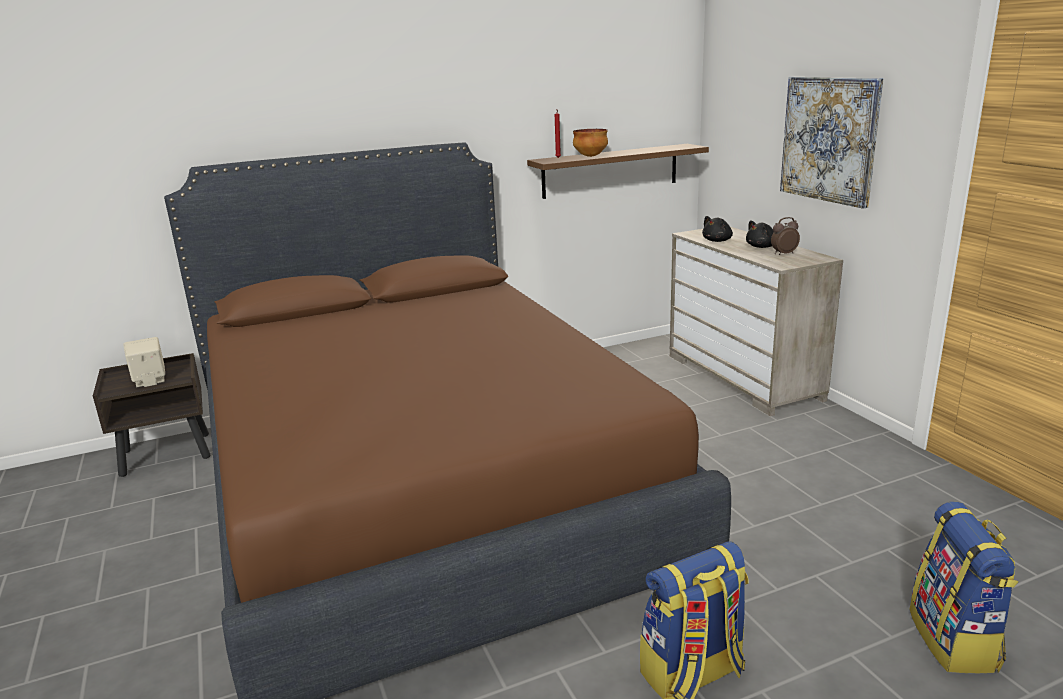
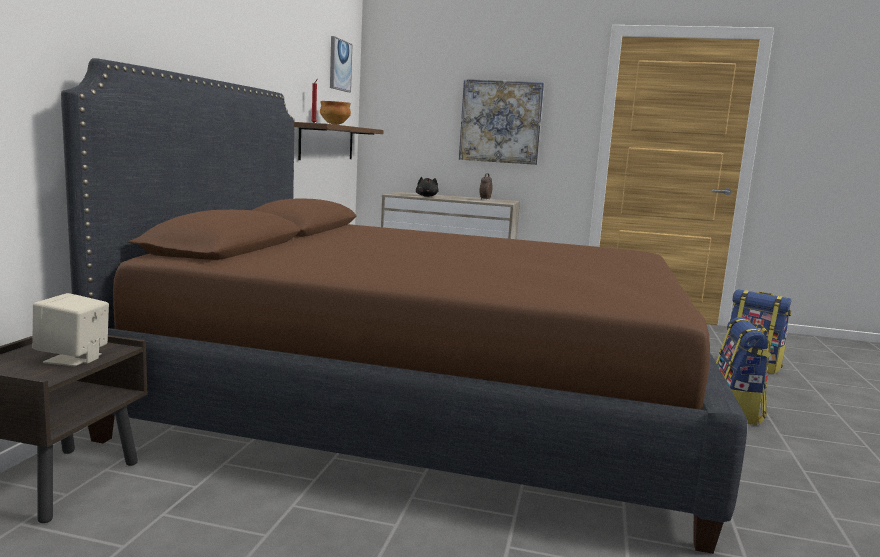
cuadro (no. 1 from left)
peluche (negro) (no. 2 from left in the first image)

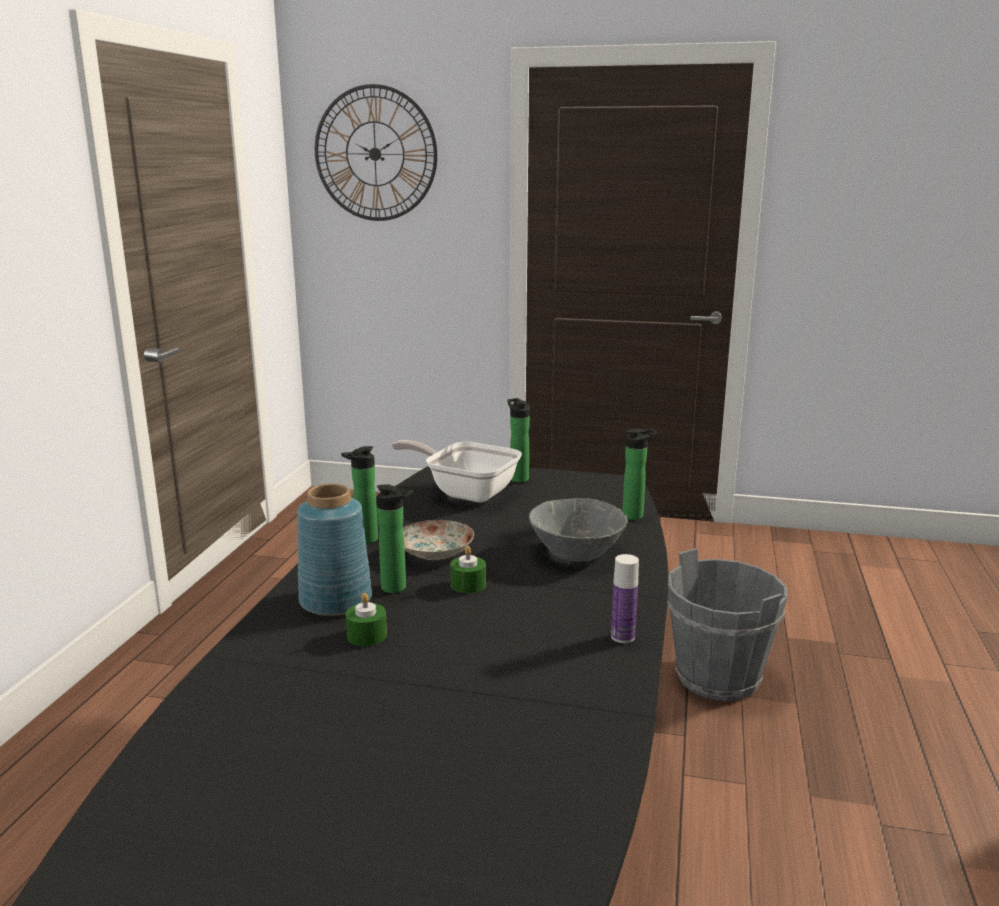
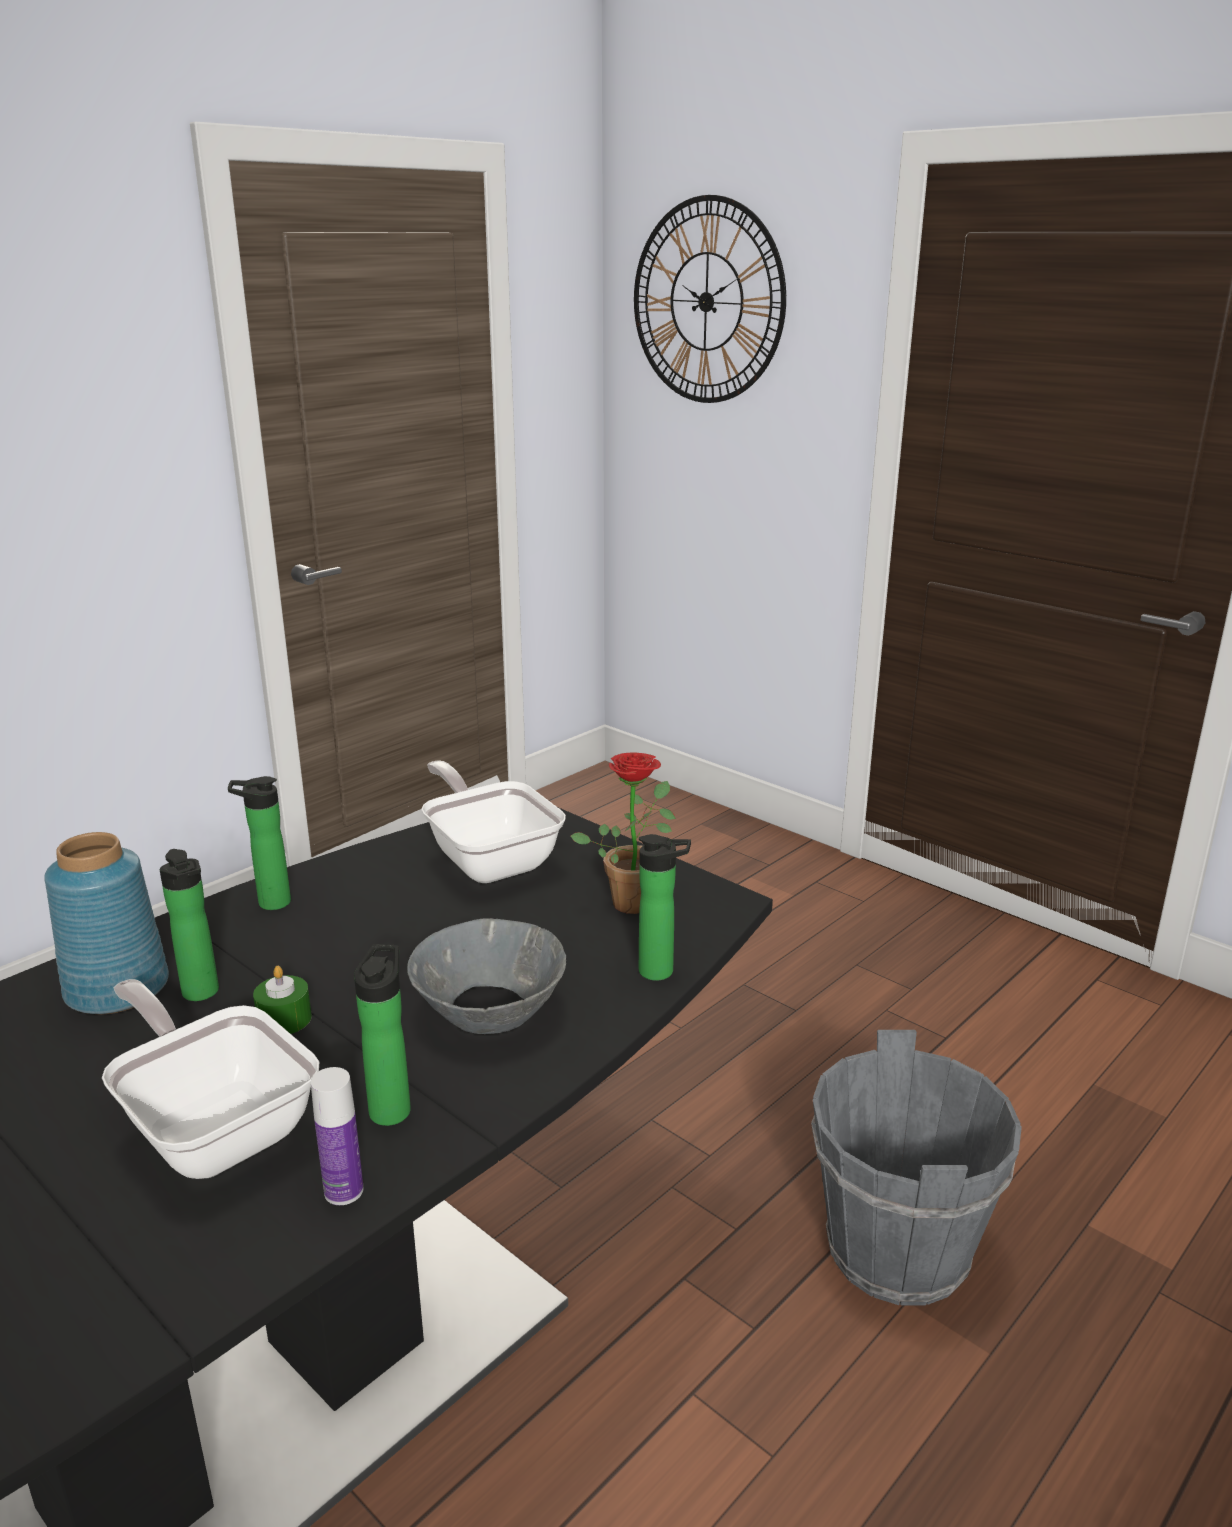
sartén (no. 1 from left)
botella (no. 4 from left)
planta en maceta
vela (verde) (no. 1 from left in the first image)
plato

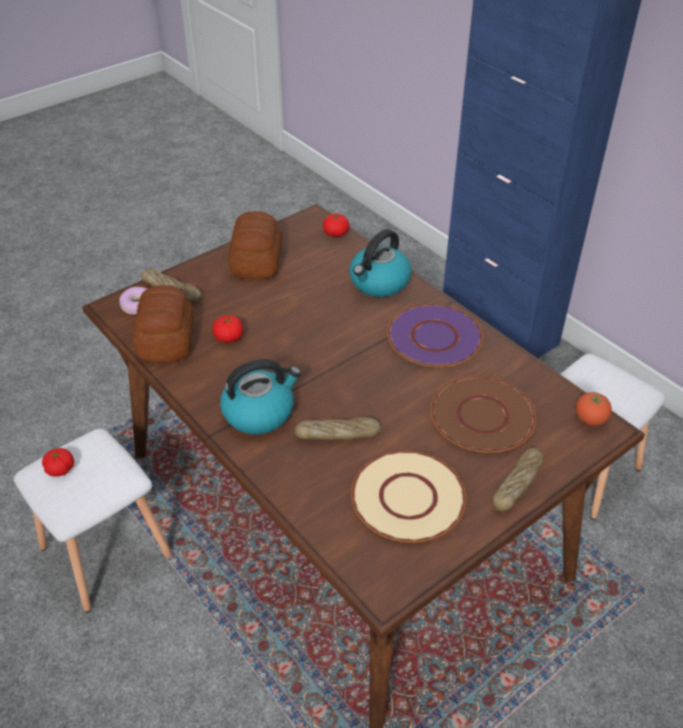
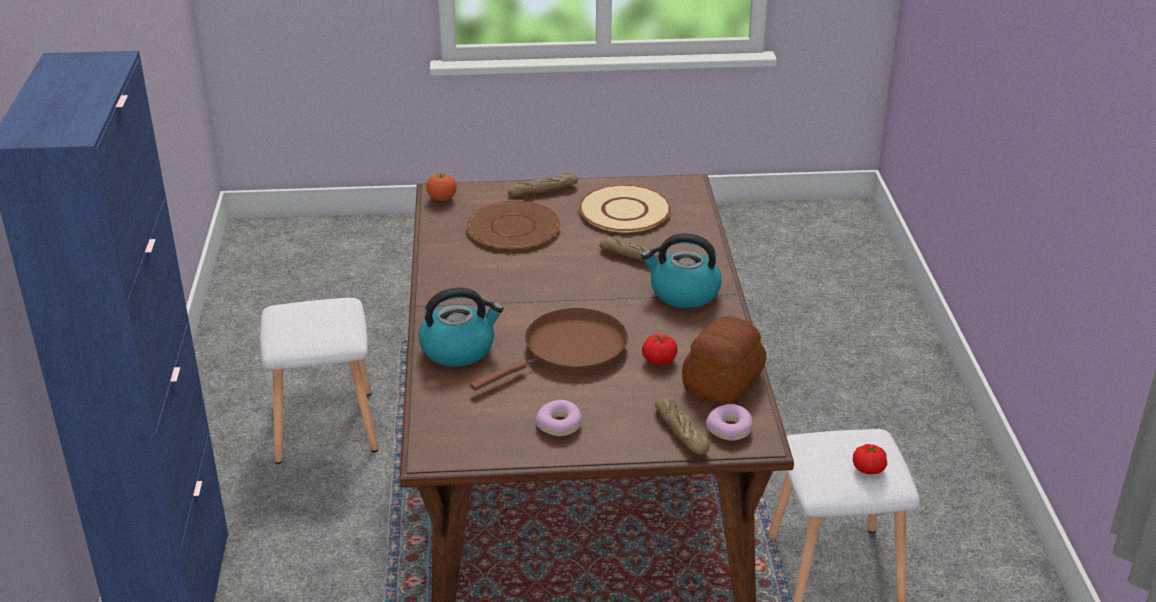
sartén (marrón)
rosquilla (no. 1 from left)
tomate (no. 3 from left in the first image)
plato (morado)

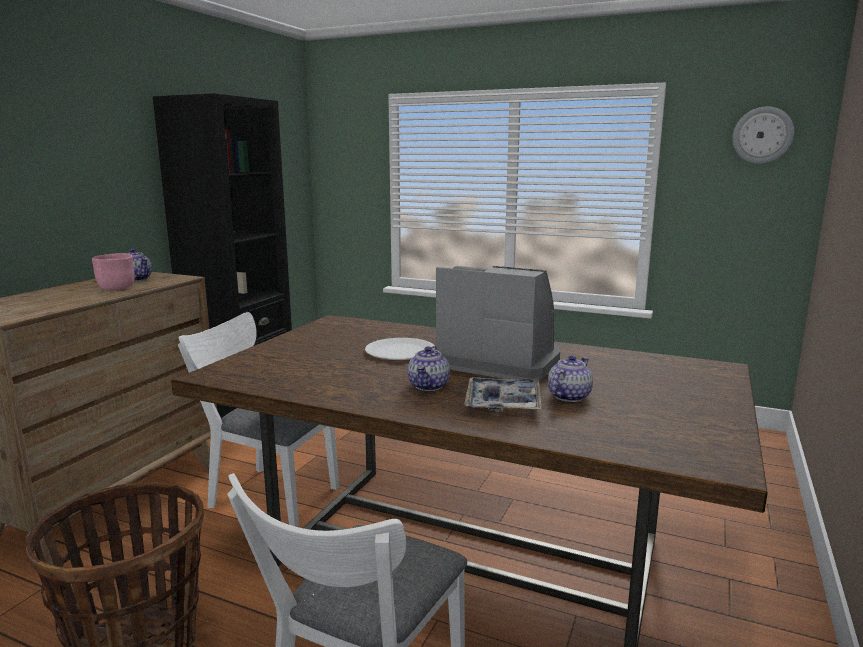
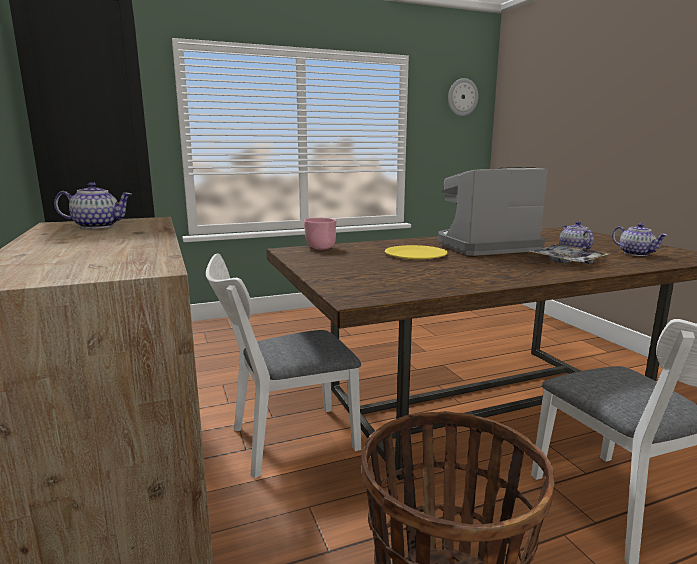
cuenco (rosa)
plato (amarillo)
tetera (no. 3 from left)

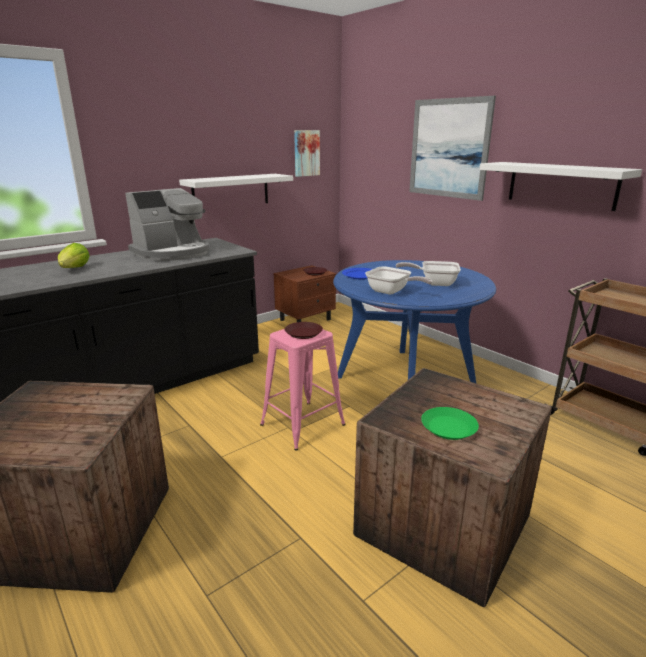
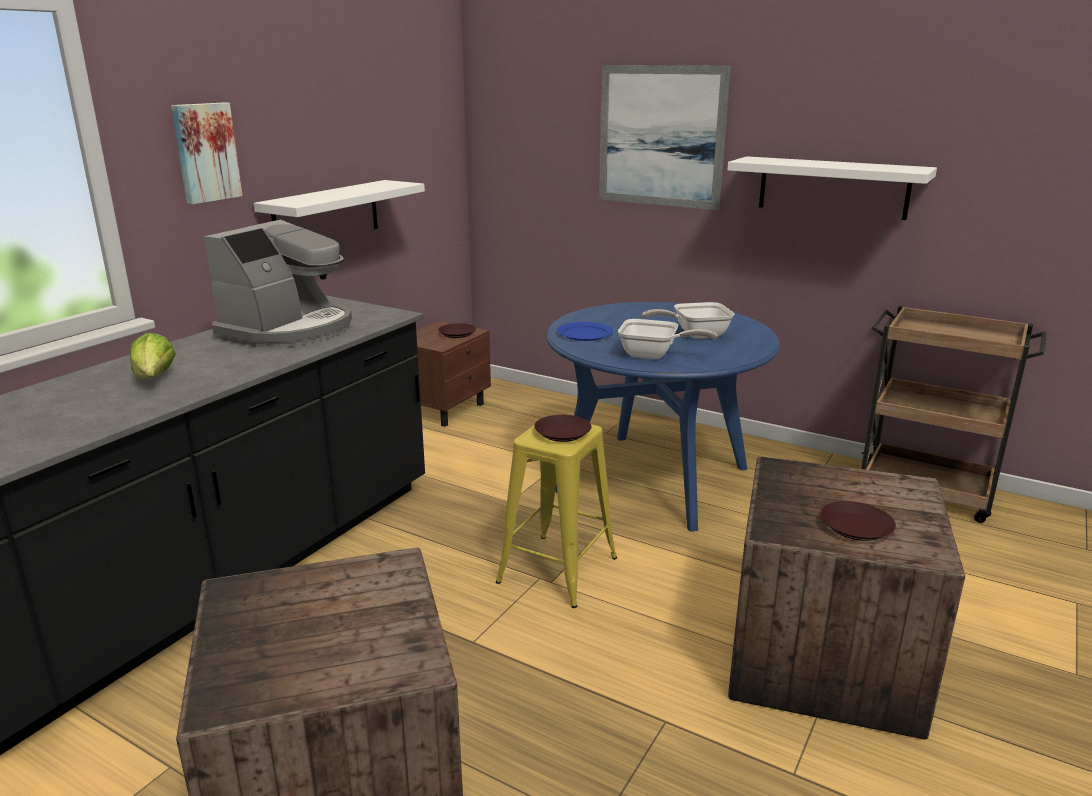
cuadro (no. 1 from left)
taburete (amarillo)
plato (marrón) (no. 3 from left)

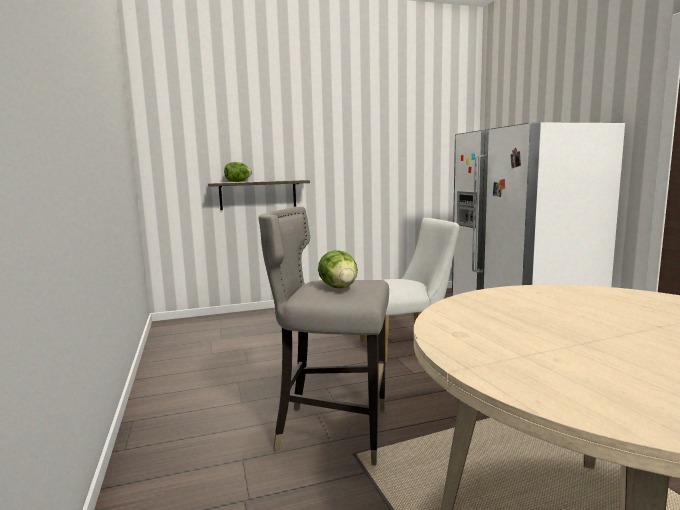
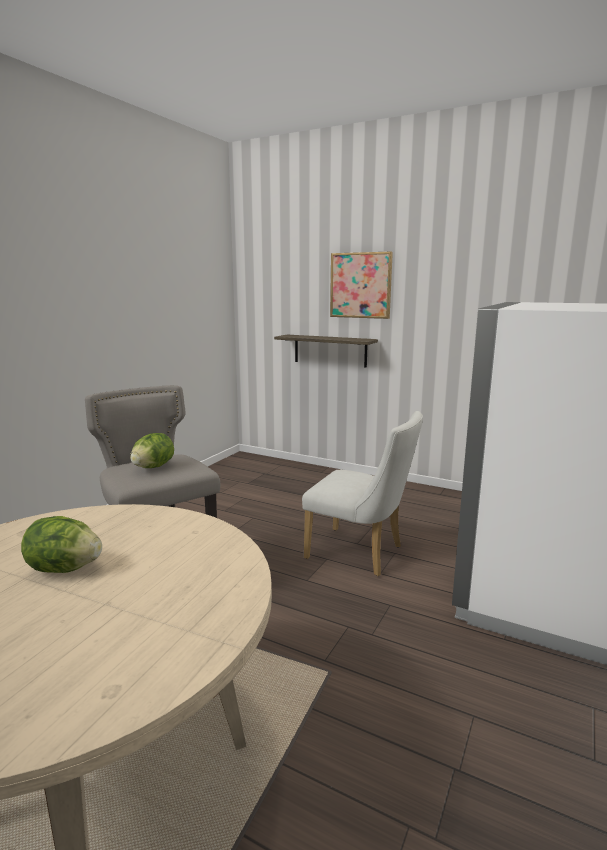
lechuga (no. 1 from left)
cuadro

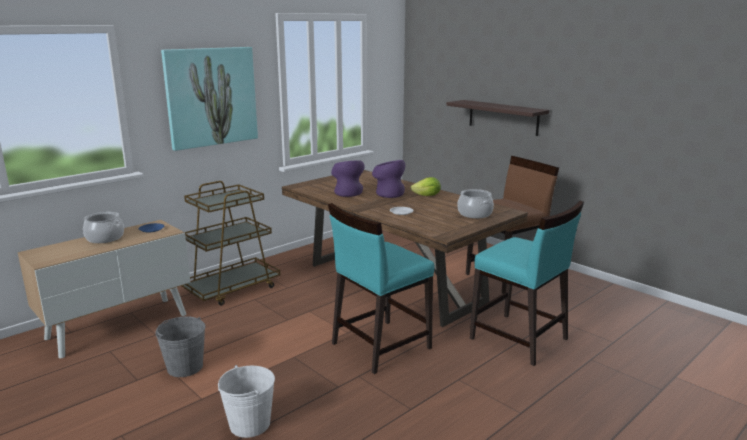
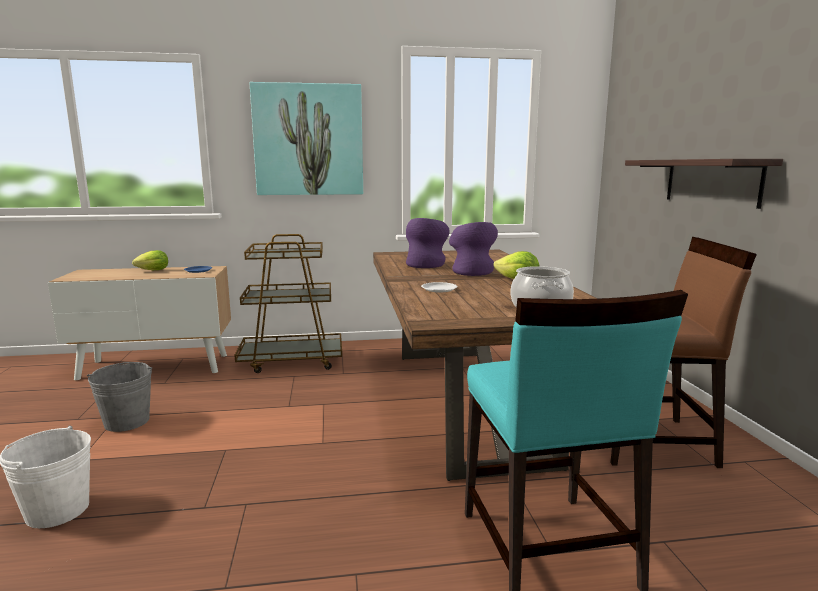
lechuga (no. 1 from left)
silla (turquesa) (no. 1 from left in the first image)

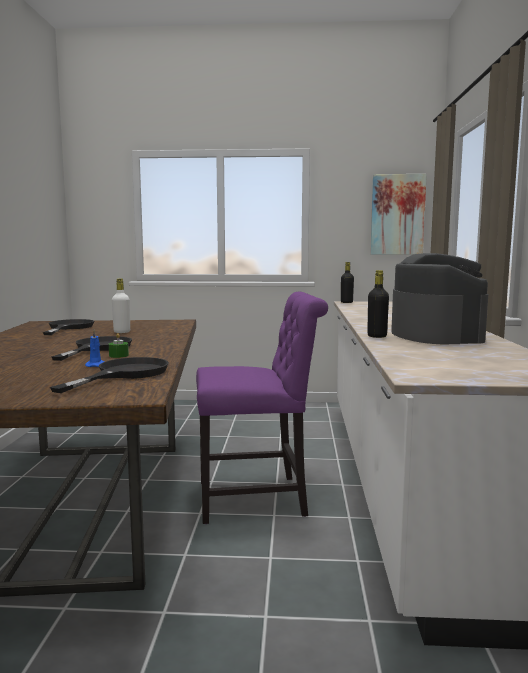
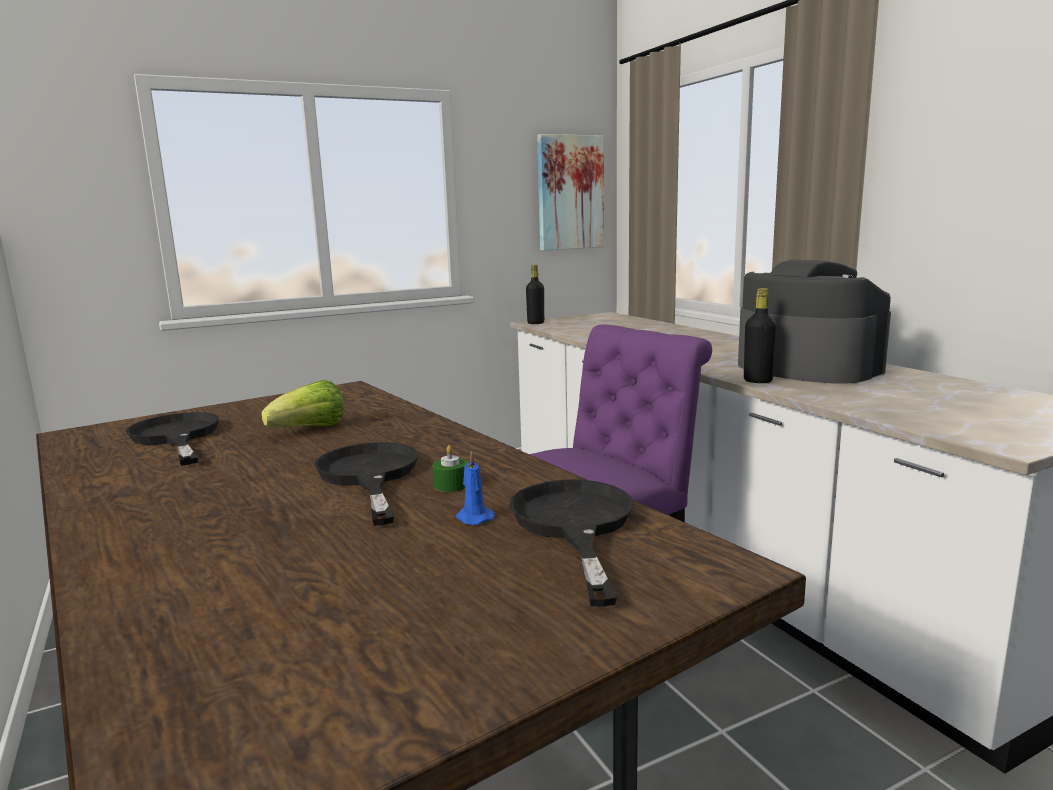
lechuga

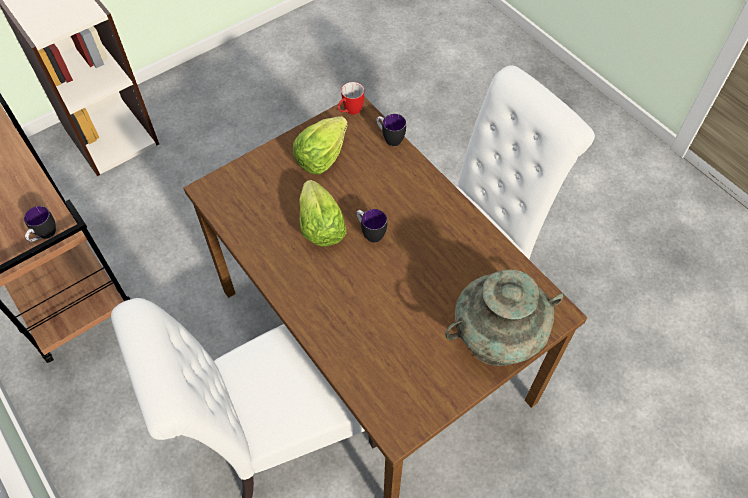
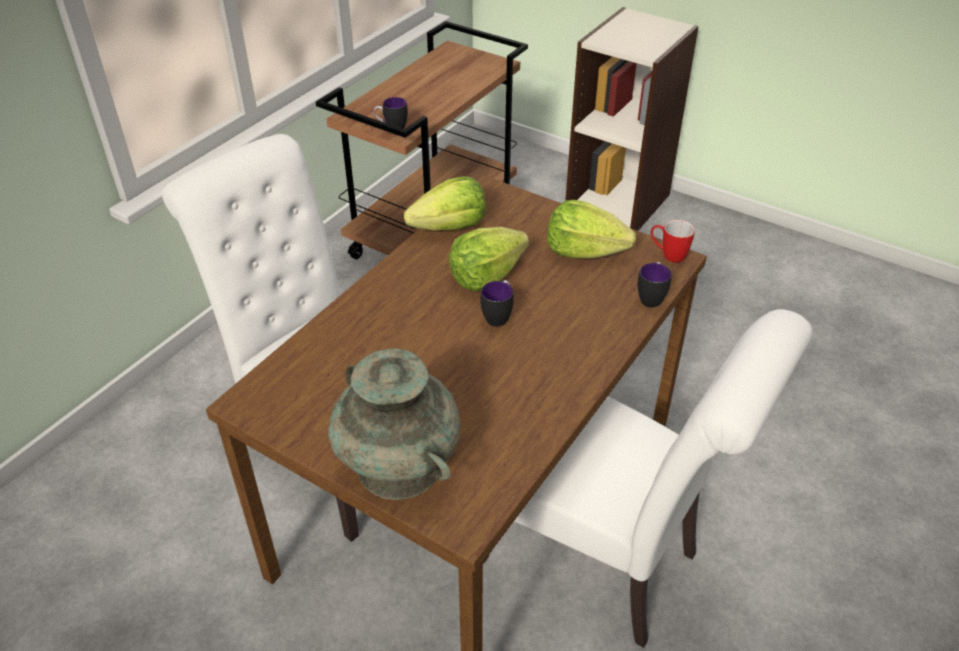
lechuga (no. 1 from left)

